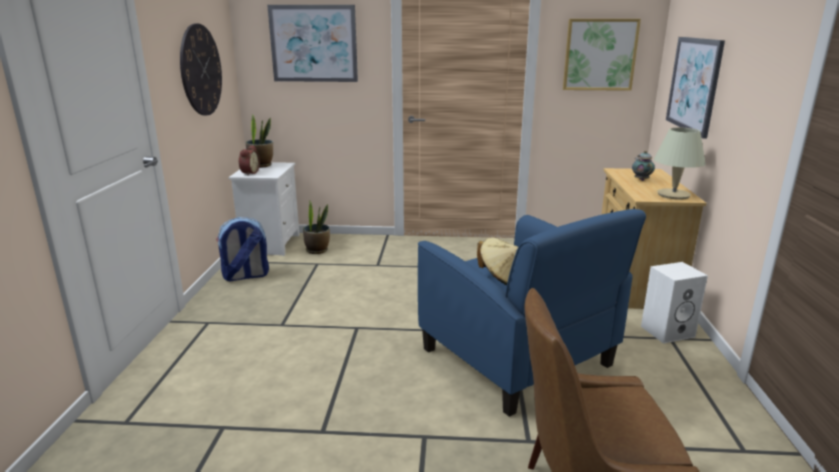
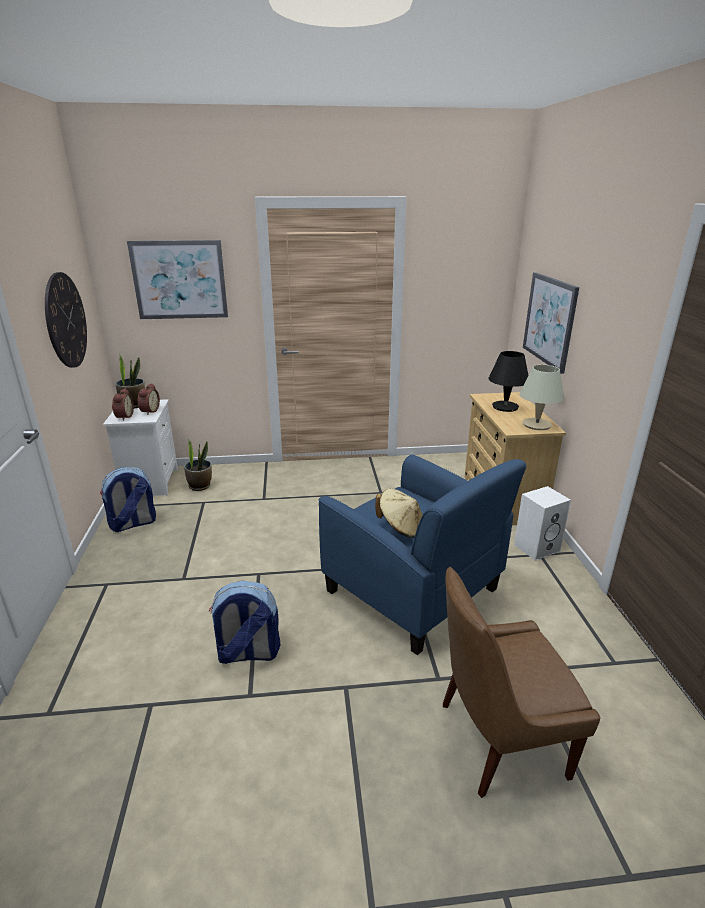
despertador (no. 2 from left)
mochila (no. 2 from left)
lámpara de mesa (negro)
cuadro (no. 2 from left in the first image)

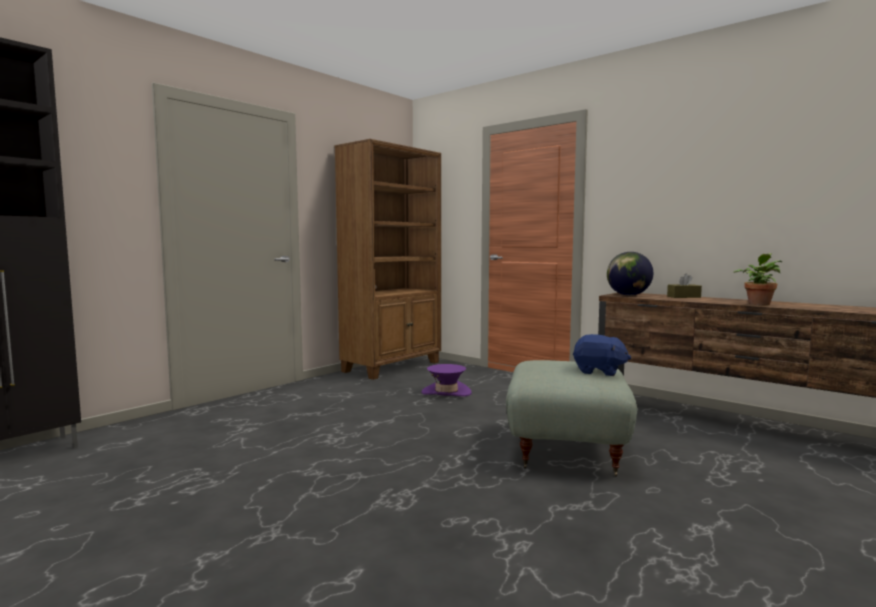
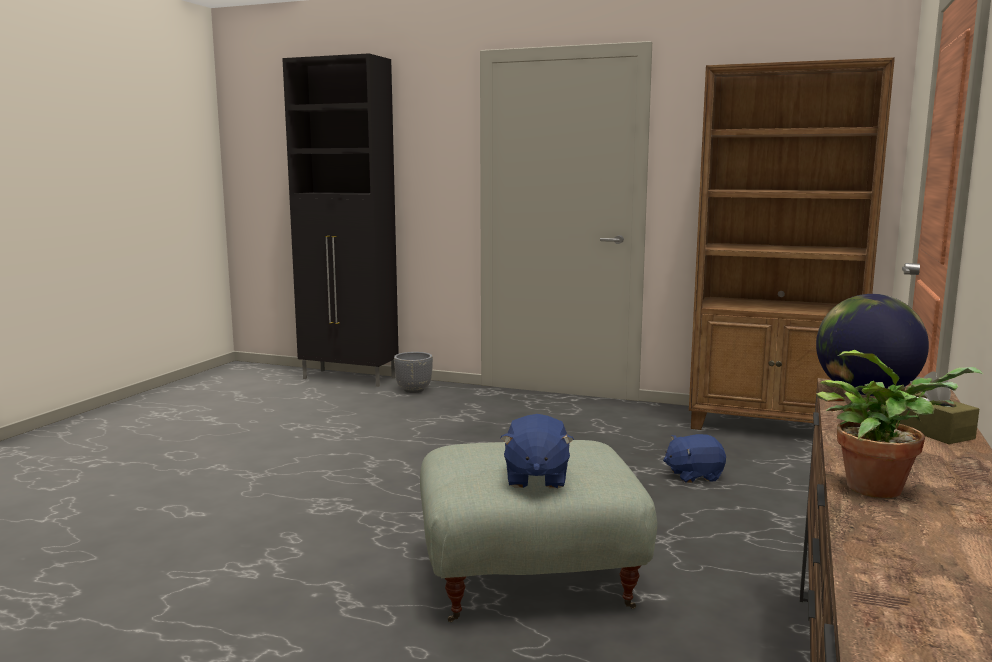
maceta (gris)
peluche (azul) (no. 2 from left)

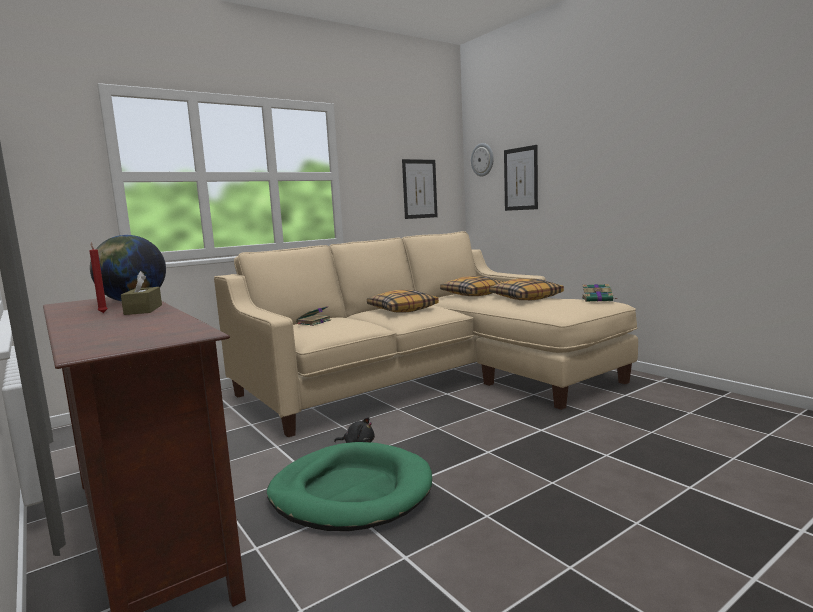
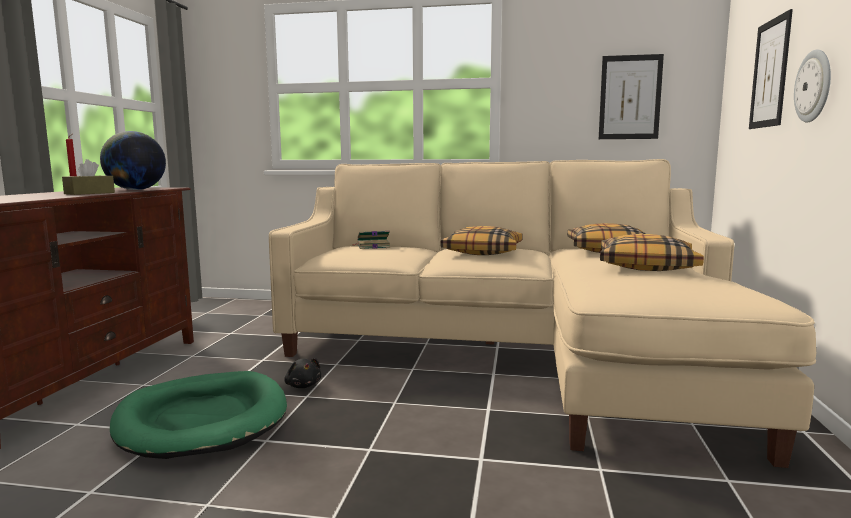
reloj de pared
libro (no. 2 from left in the first image)

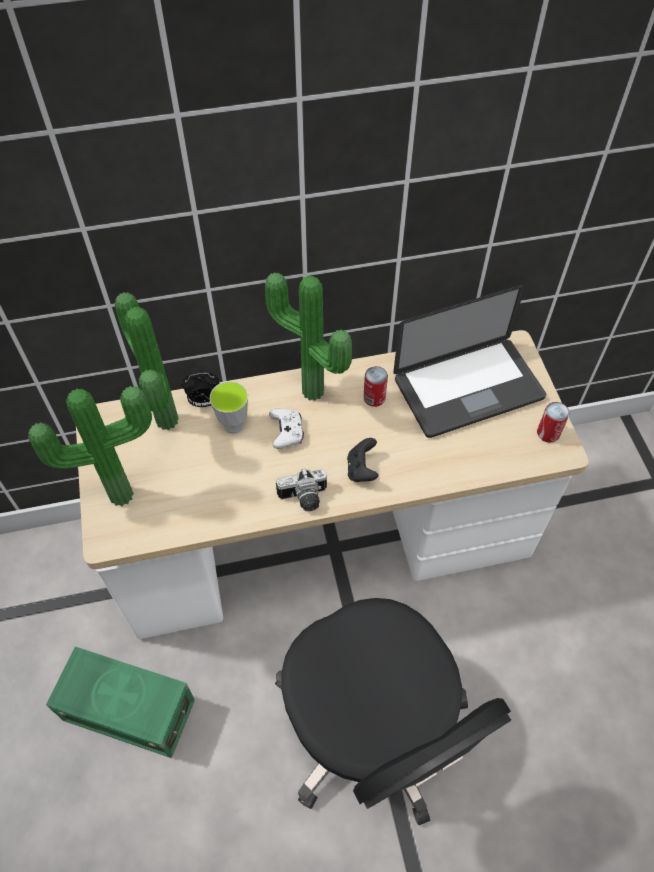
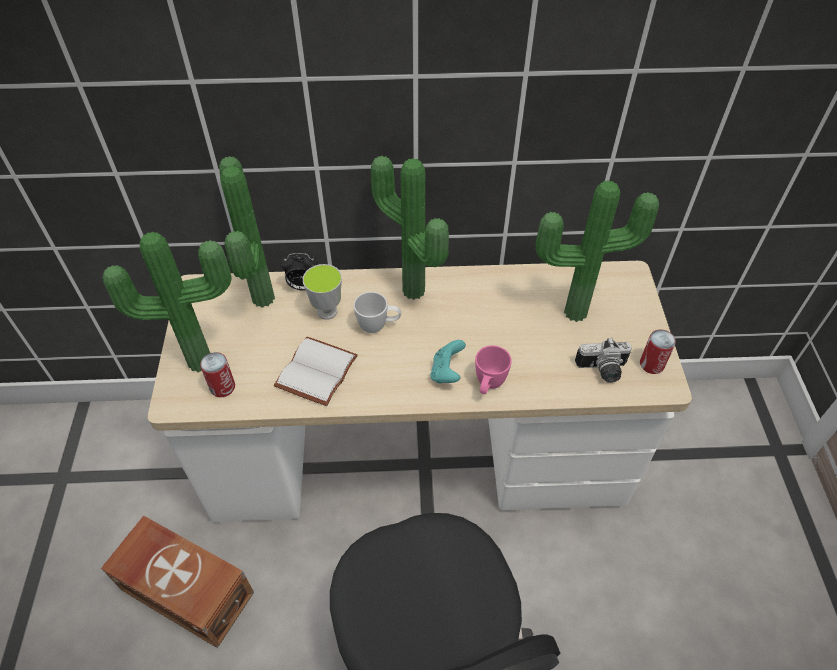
caja de almacenaje (marrón)
lata (no. 1 from left)
libro (blanco)
taza grande (blanco)
mando de consola (turquesa)
taza grande (rosa)
planta en maceta (no. 4 from left)
cámara

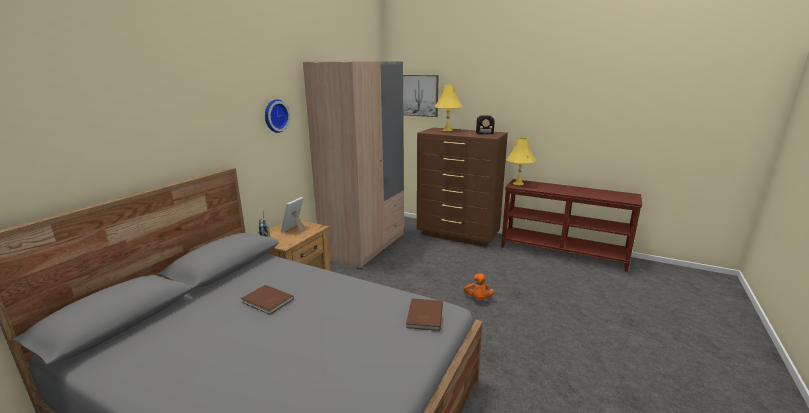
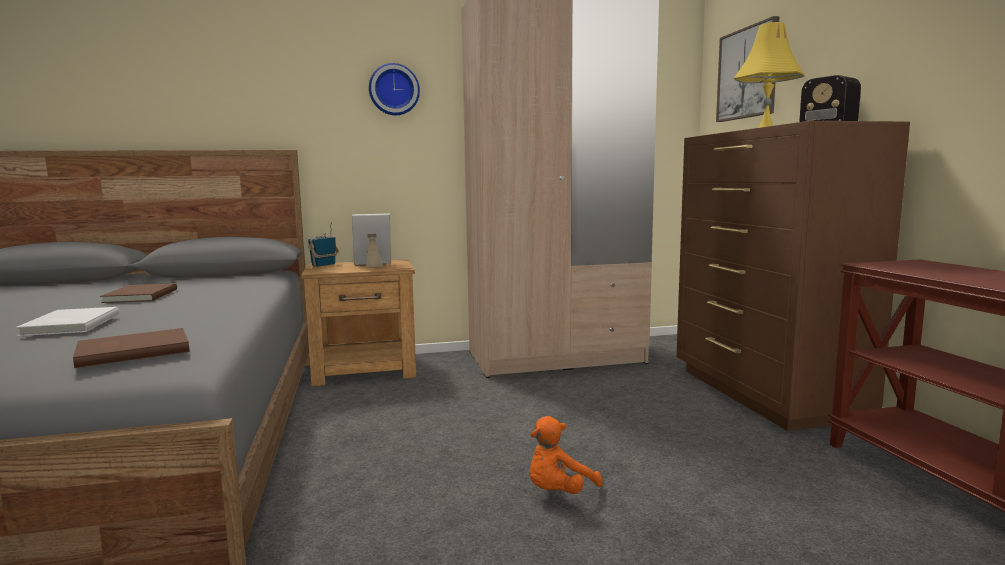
libro (blanco)
lámpara de mesa (amarillo) (no. 2 from left in the first image)

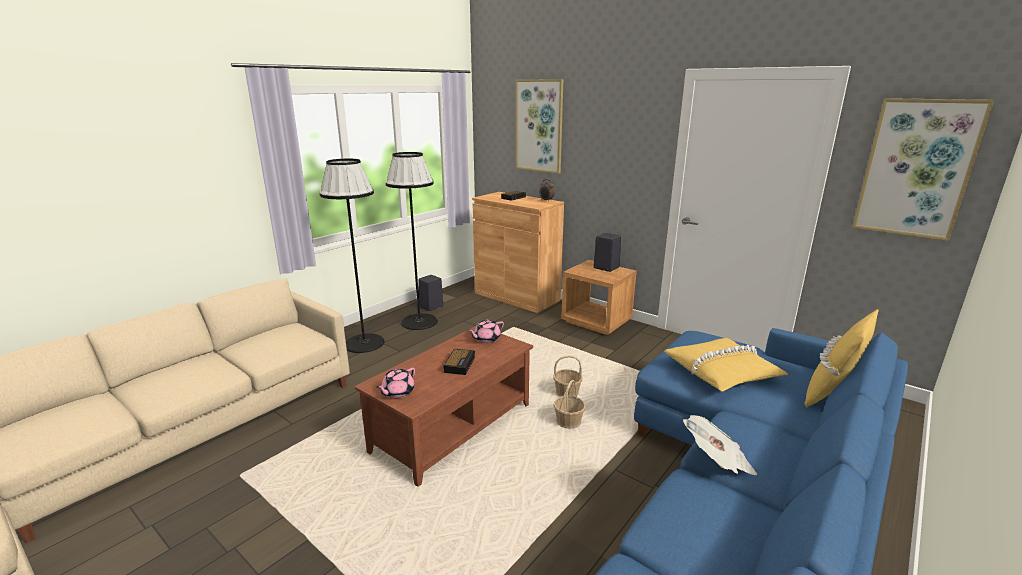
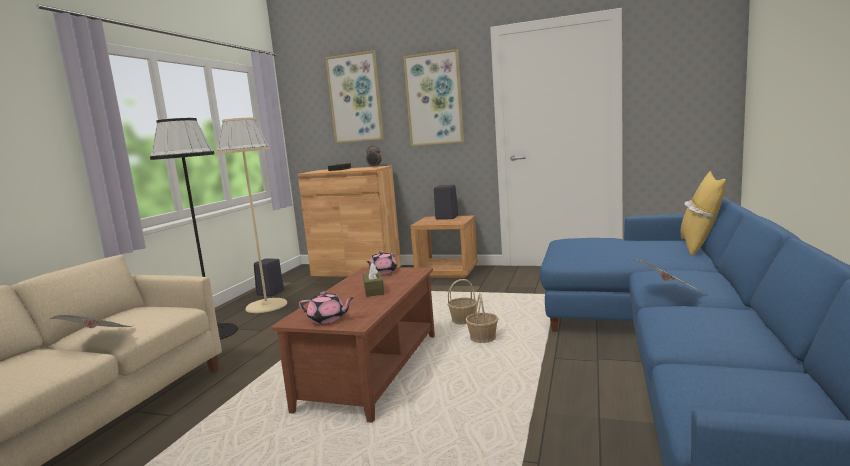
periódico (no. 1 from left)
lámpara de pie (beis)
tetera (rosa) (no. 1 from left)
caja de pañuelos (marrón)
cuadro (no. 2 from left)
cojín (amarillo) (no. 1 from left in the first image)

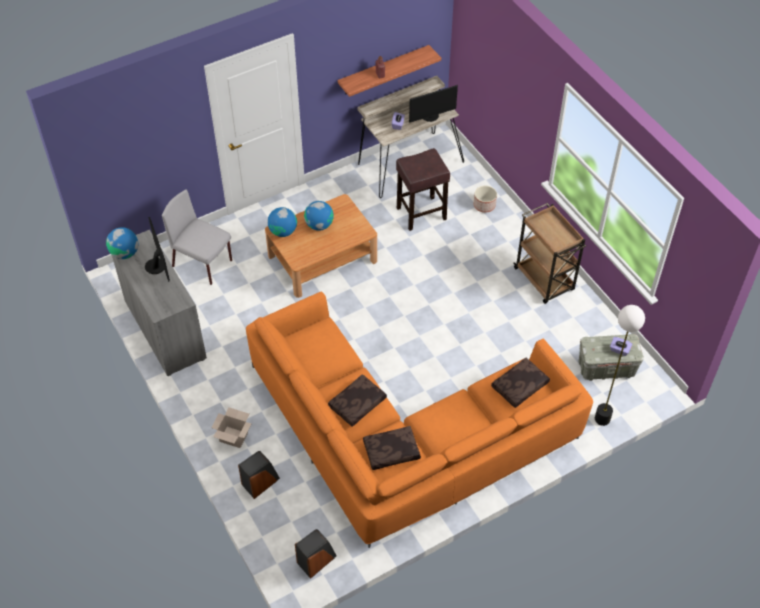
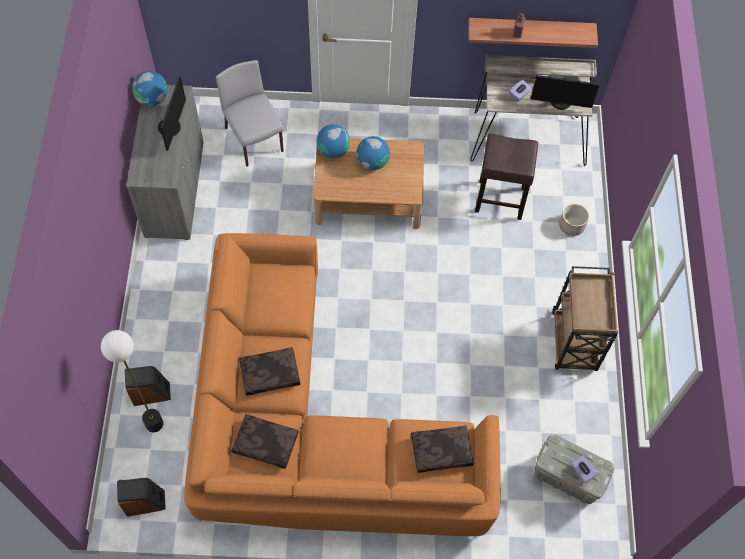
lámpara de pie
caja de cartón

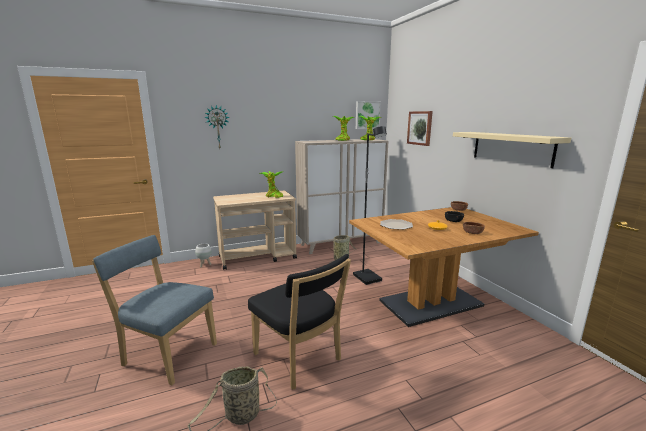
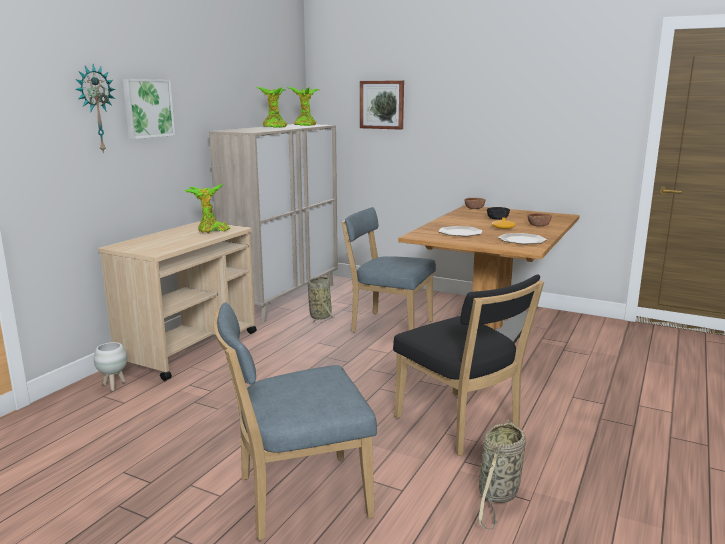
cuadro (no. 1 from left)
silla (azul) (no. 2 from left)
silla (negro)
plato (no. 2 from left)
estante (beis)

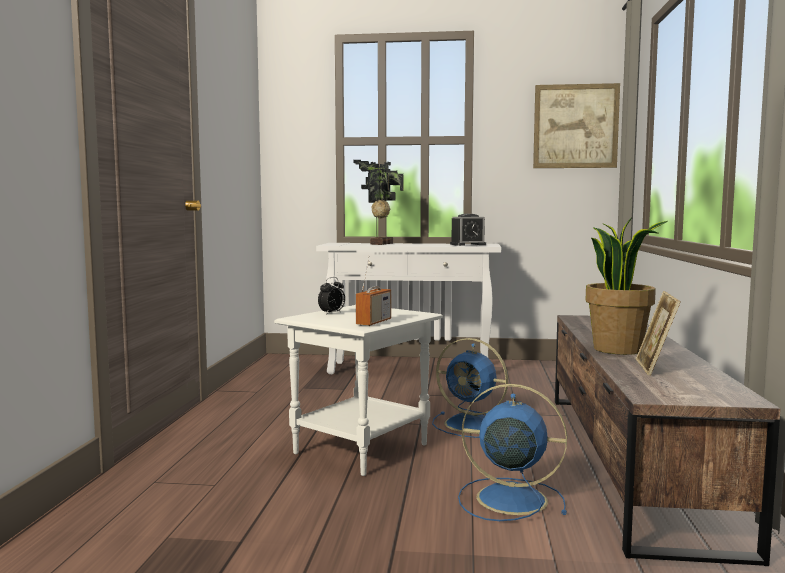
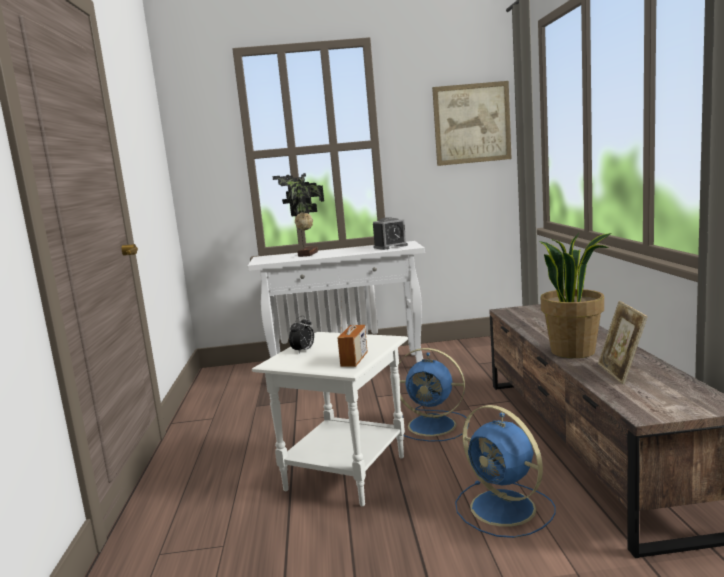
ventilador (azul) (no. 2 from left)

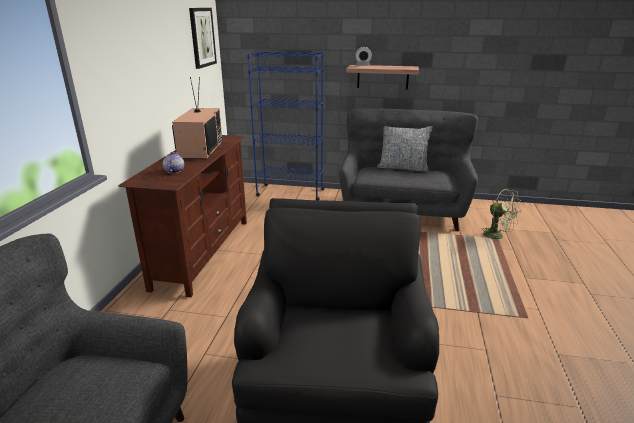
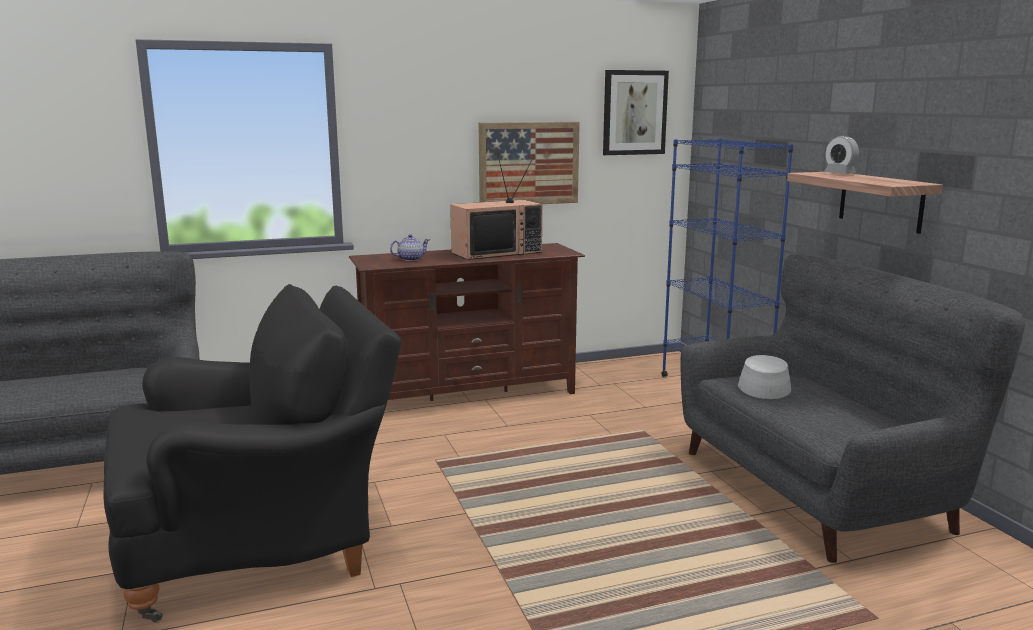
cuadro (no. 1 from left)
sombrero (gris)
cojín
ventilador (verde)

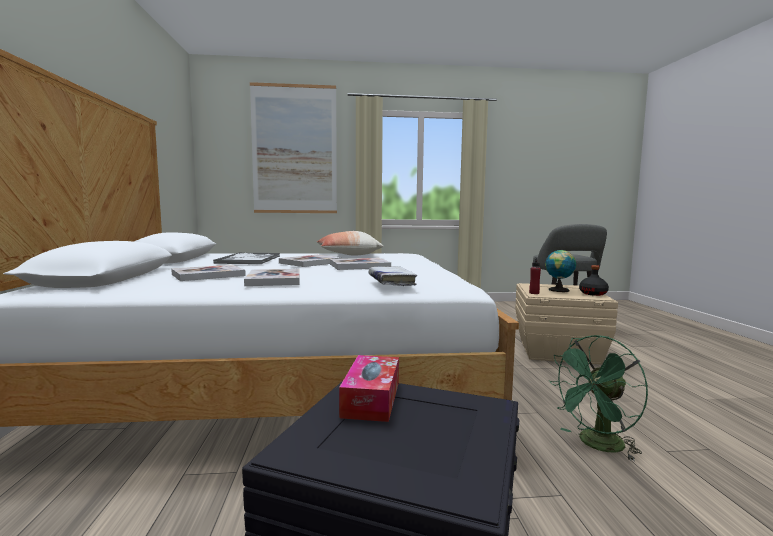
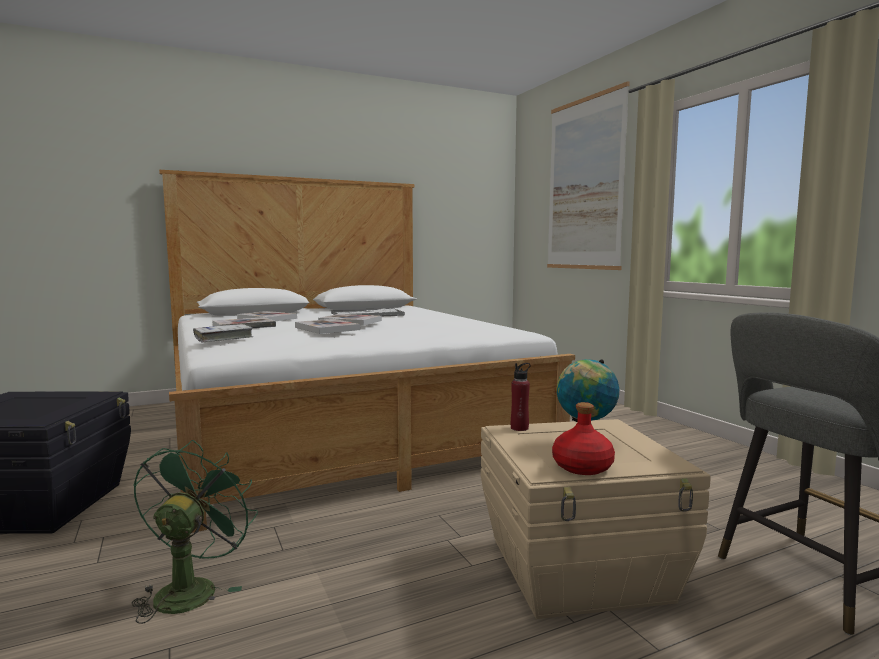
ventilador (verde)
botella (rojo) (no. 2 from left)
cojín
caja de pañuelos

